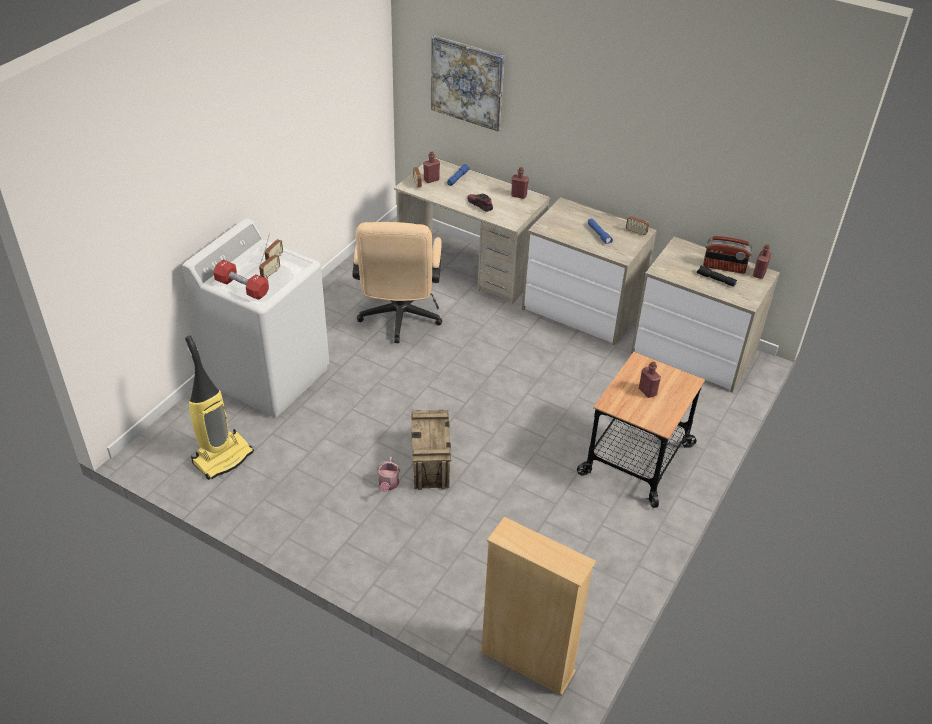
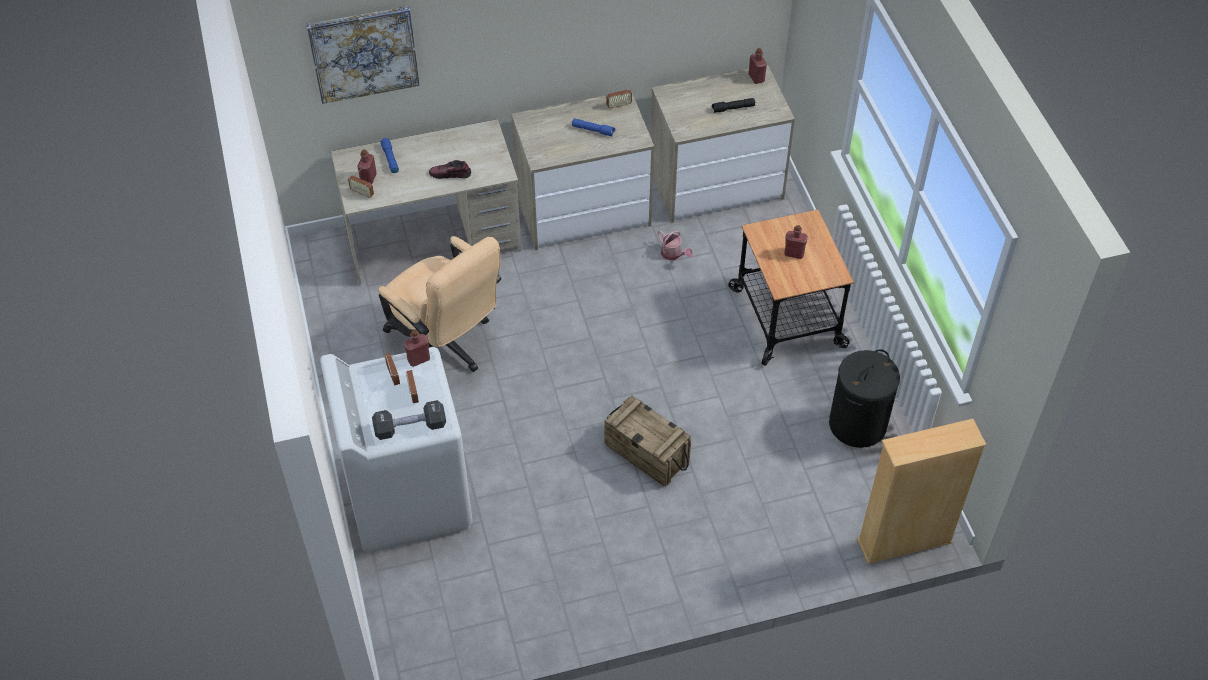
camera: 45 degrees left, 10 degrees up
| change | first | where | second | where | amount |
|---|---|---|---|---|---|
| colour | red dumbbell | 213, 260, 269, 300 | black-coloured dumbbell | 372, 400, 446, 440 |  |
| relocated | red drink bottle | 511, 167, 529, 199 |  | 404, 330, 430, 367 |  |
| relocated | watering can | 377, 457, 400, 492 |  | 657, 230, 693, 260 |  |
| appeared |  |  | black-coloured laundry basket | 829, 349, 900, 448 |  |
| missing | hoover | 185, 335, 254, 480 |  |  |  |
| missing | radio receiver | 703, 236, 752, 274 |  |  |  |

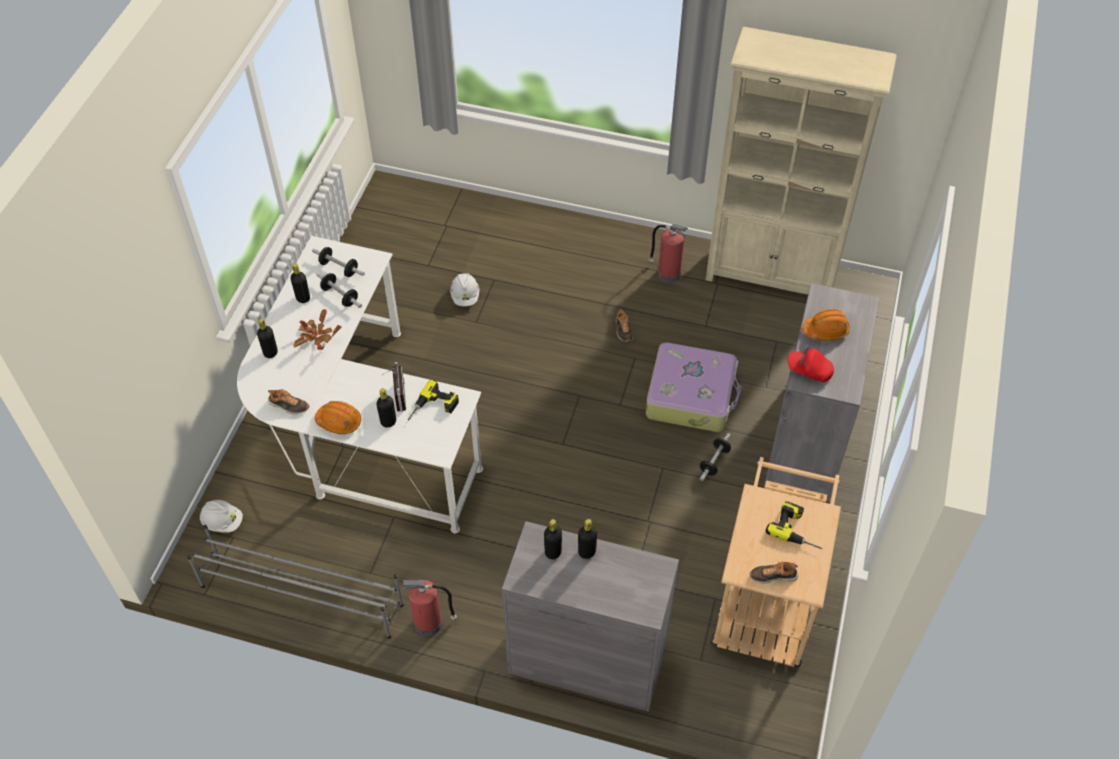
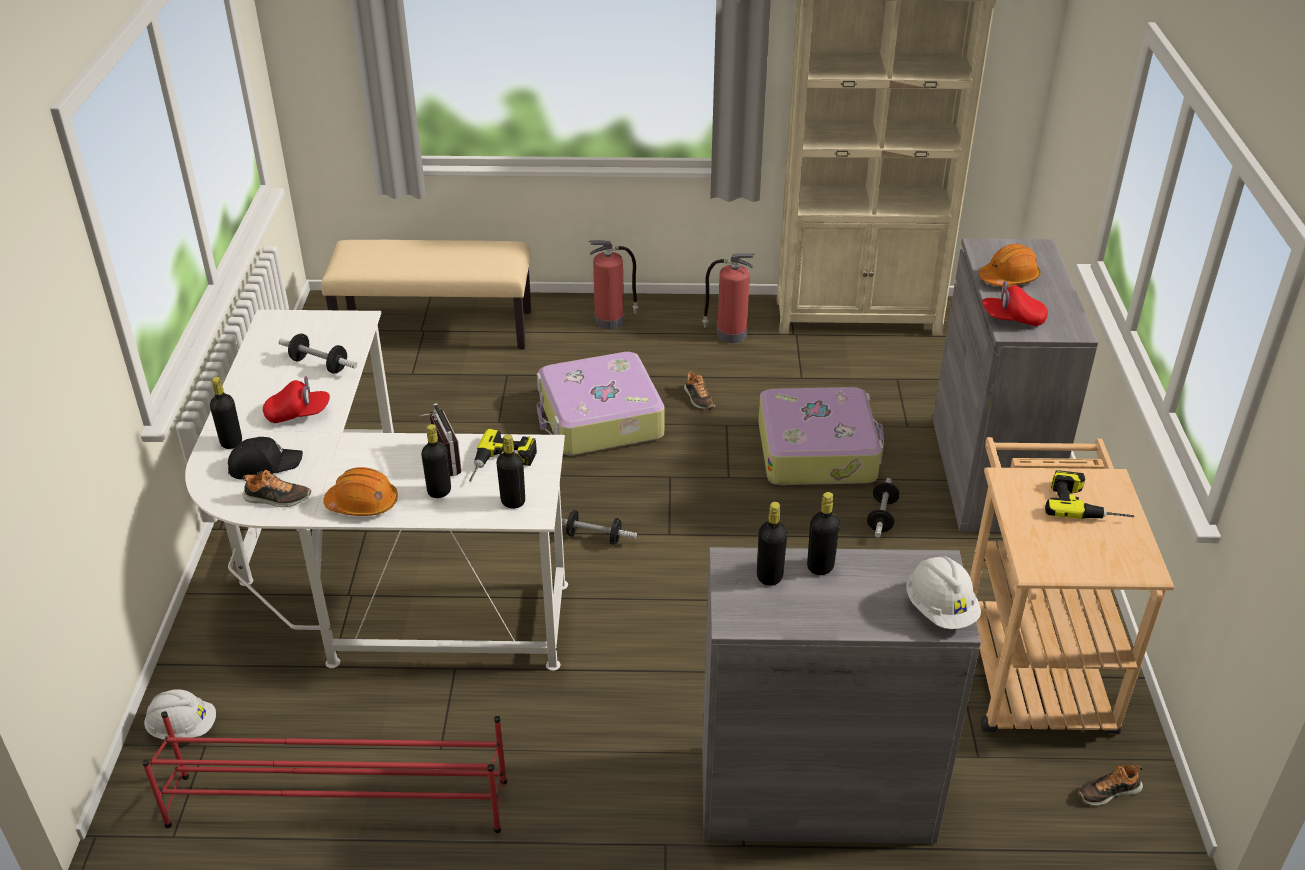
camera: 15 degrees left, 15 degrees down
| change | first | where | second | where | amount |
|---|---|---|---|---|---|
| colour | grey shoe stand | 187, 525, 404, 639 | red shoe stand | 142, 711, 507, 833 |  |
| appeared |  |  | black-coloured baseball cap | 228, 437, 303, 479 |  |
| exchanged | plant in a pot | 293, 309, 342, 350 | red baseball cap | 263, 376, 330, 423 |  |
| appeared |  |  | beige bench | 321, 240, 531, 350 |  |
| relocated | black-coloured drink bottle | 291, 263, 310, 303 |  | 497, 434, 525, 508 |  |
| appeared |  |  | suitcase | 537, 352, 665, 455 |  |
| relocated | dumbbell | 312, 247, 365, 277 |  | 562, 510, 637, 545 |  |
| relocated | extinguisher | 402, 580, 457, 636 |  | 589, 240, 639, 329 |  |
| relocated | whitish work helmet | 450, 273, 480, 306 |  | 906, 556, 981, 629 |  |
| relocated | item of footwear | 750, 562, 799, 584 |  | 1078, 765, 1143, 805 |  |

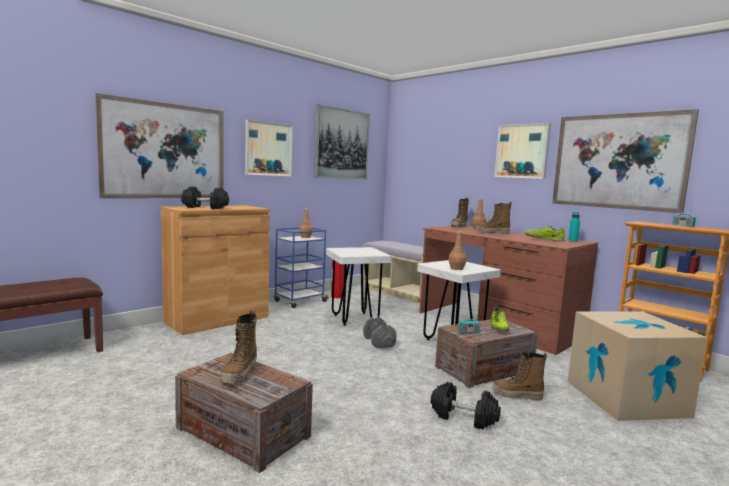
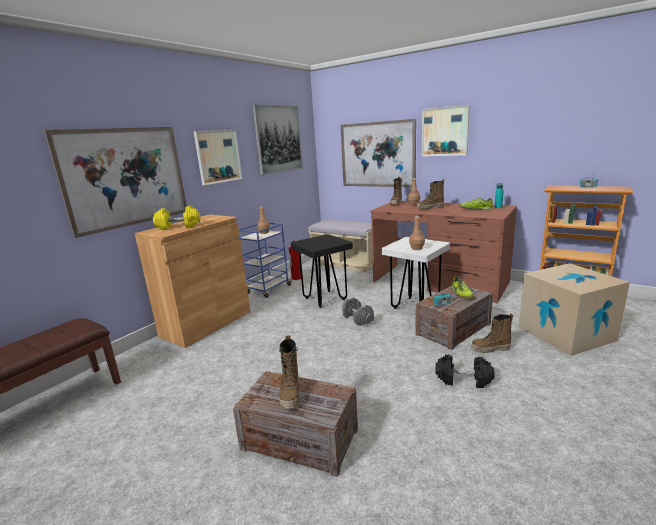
camera: 10 degrees left, 10 degrees up
| change | first | where | second | where | amount |
|---|---|---|---|---|---|
| colour | black-coloured dumbbell | 181, 186, 229, 209 | yellow-coloured dumbbell | 153, 206, 201, 230 |  |
| colour | whitish stool seat | 326, 247, 391, 326 | black-coloured stool seat | 291, 234, 353, 308 |  |
| relocated | wall picture | 552, 109, 699, 213 |  | 340, 119, 416, 187 |  |

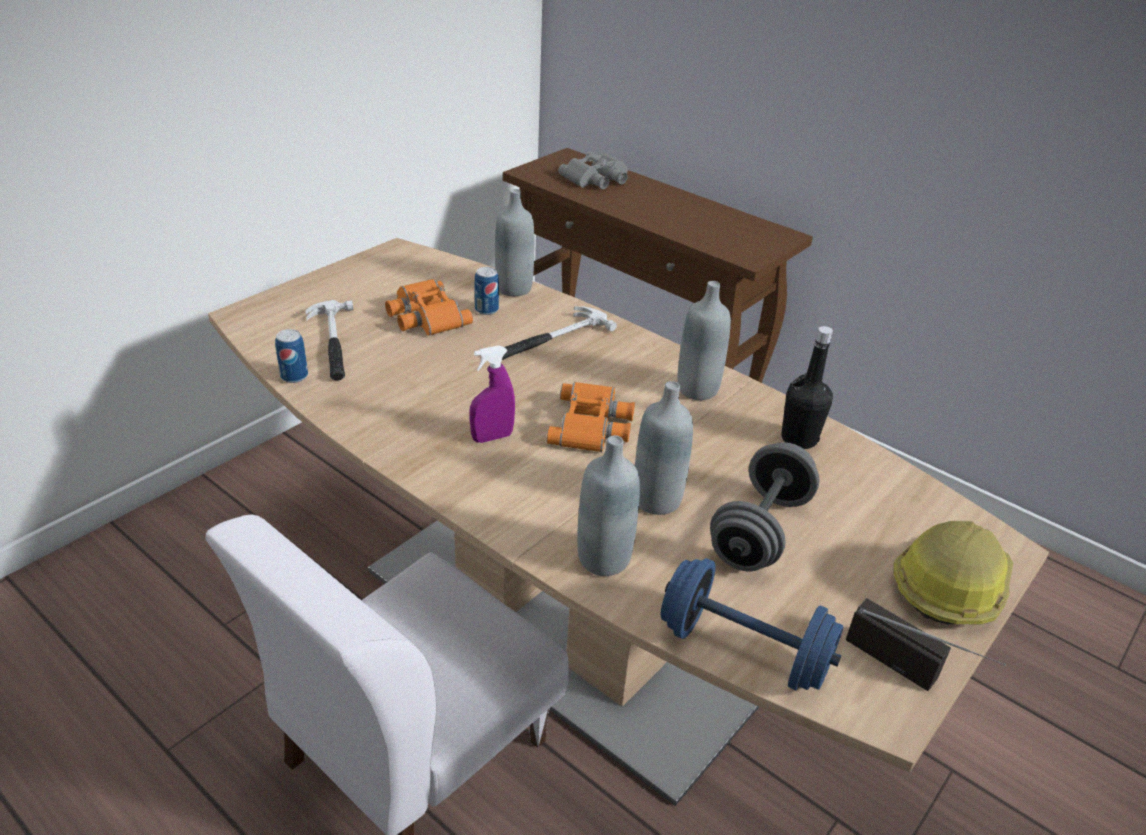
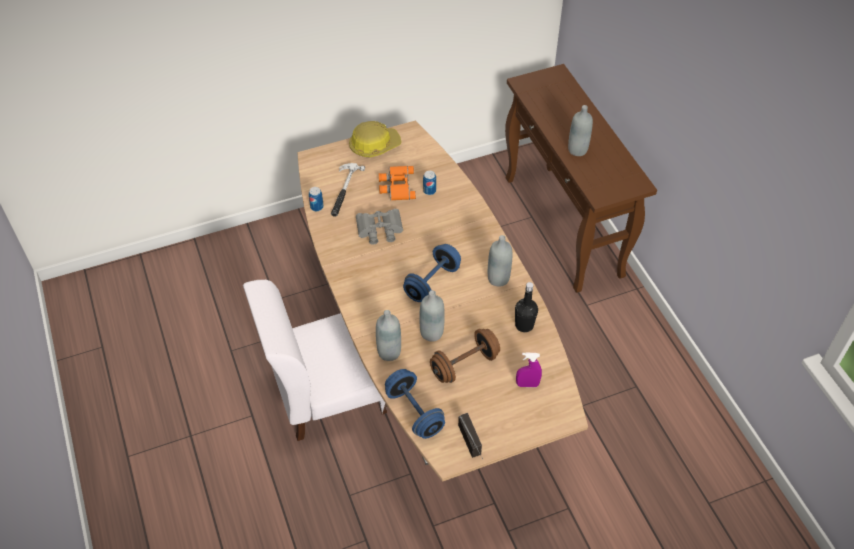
camera: 30 degrees right, 15 degrees up
| change | first | where | second | where | amount |
|---|---|---|---|---|---|
| relocated | work helmet | 893, 521, 1013, 624 |  | 349, 121, 402, 158 |  |
| relocated | grey field glasses | 558, 151, 628, 189 |  | 356, 209, 403, 245 |  |
| exchanged | orange-coloured field glasses | 546, 382, 635, 452 | blue dumbbell | 403, 244, 461, 302 |  |
| colour | grey dumbbell | 710, 442, 819, 571 | brown dumbbell | 430, 329, 500, 383 |  |
| relocated | purple hand sprayer | 469, 345, 515, 443 |  | 516, 353, 542, 387 |  |
| relocated | grey drink bottle | 495, 189, 534, 296 |  | 568, 105, 593, 156 |  |
| missing | hammer | 502, 306, 617, 360 |  |  |  |

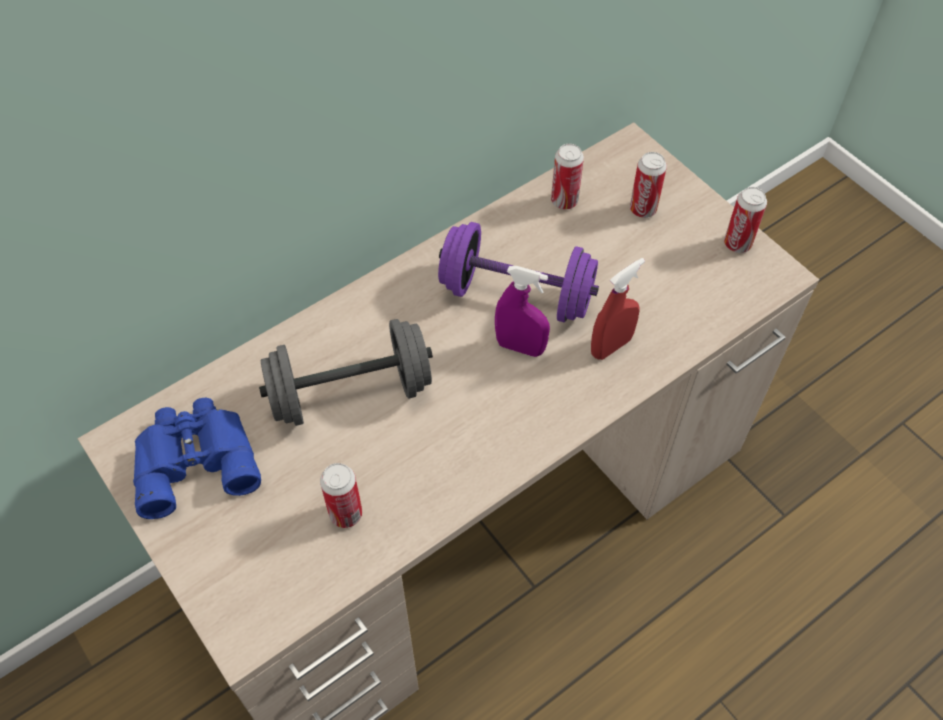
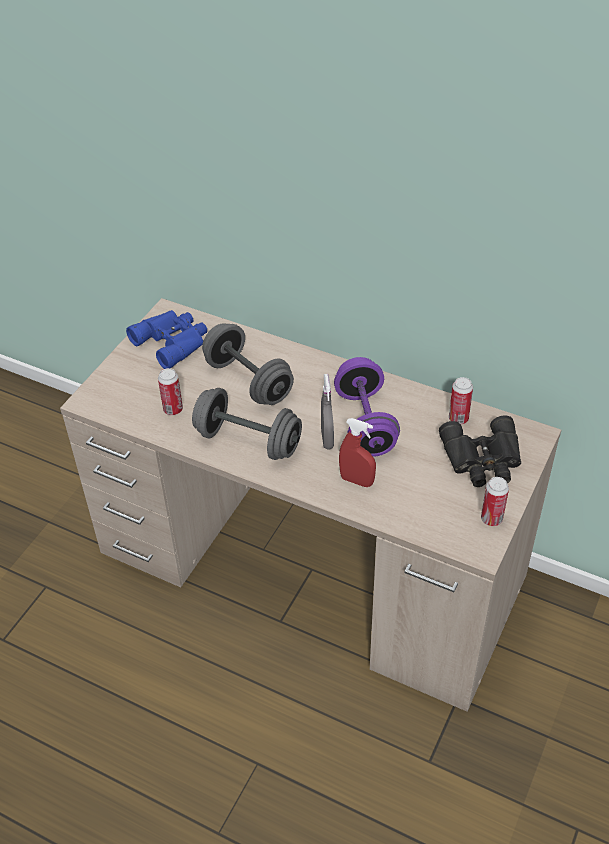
camera: 65 degrees right, 10 degrees down
| change | first | where | second | where | amount |
|---|---|---|---|---|---|
| appeared |  |  | grey dumbbell | 192, 388, 302, 460 |  |
| colour | purple hand sprayer | 495, 266, 550, 357 | grey hand sprayer | 321, 374, 334, 449 |  |
| exchanged | sealed can | 630, 152, 667, 218 | black-coloured field glasses | 439, 415, 521, 487 |  |

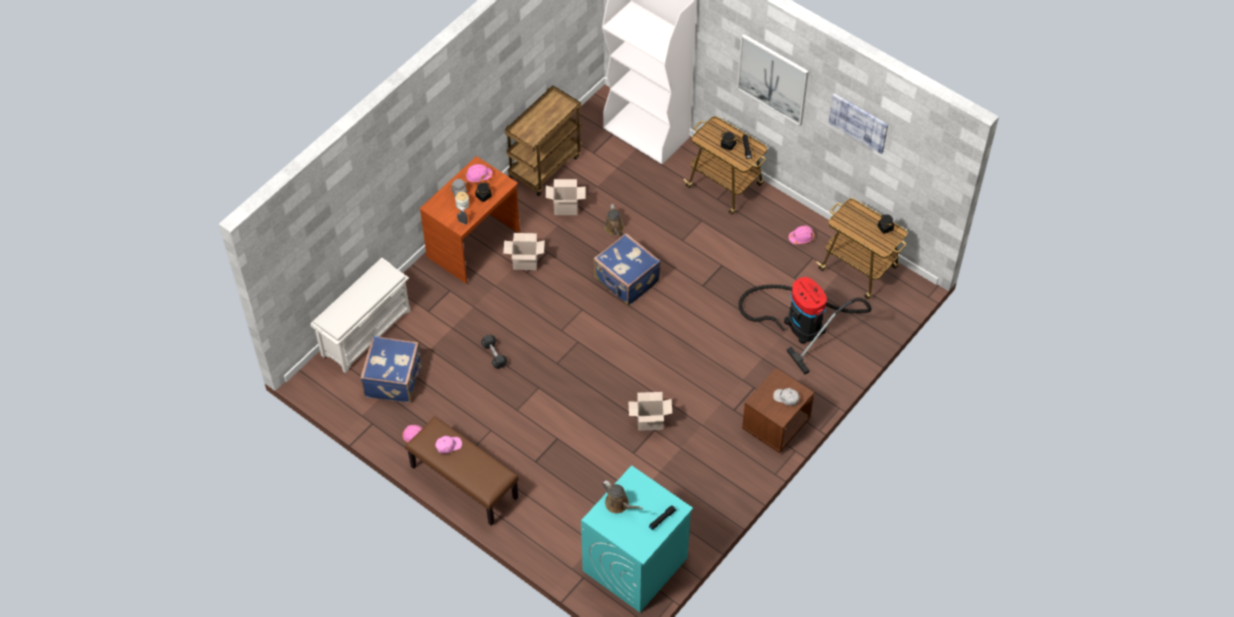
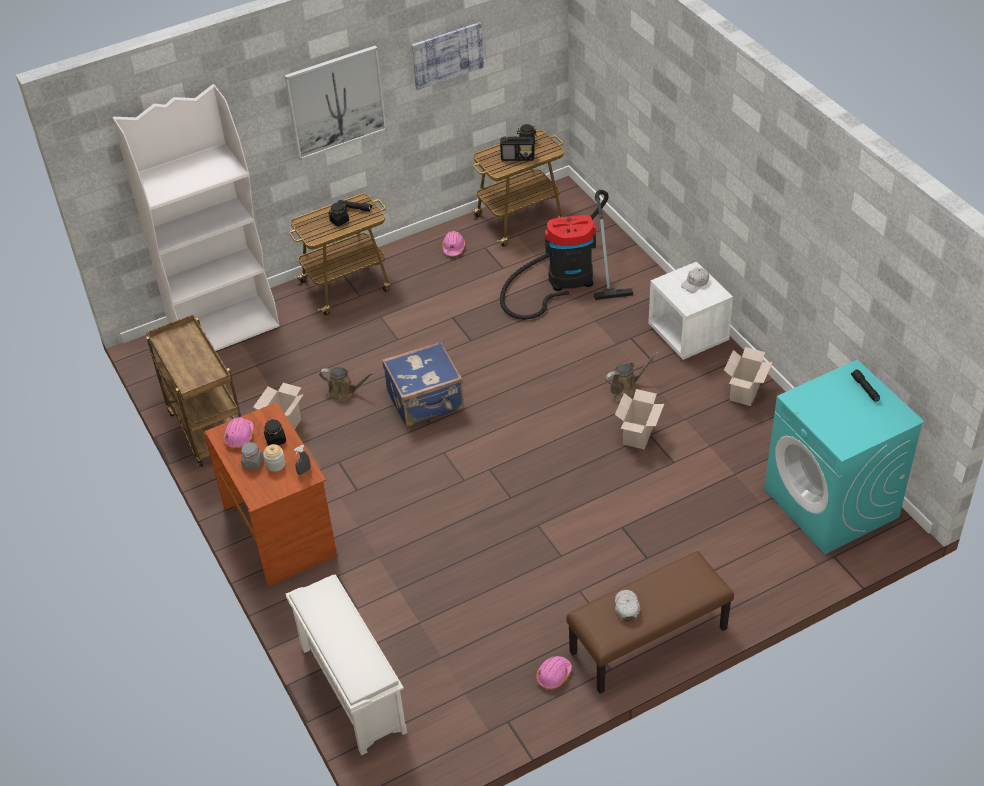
camera: 65 degrees left, 10 degrees down
| change | first | where | second | where | amount |
|---|---|---|---|---|---|
| appeared |  |  | radio receiver | 500, 136, 535, 161 |  |
| relocated | brown watering can | 602, 480, 643, 513 |  | 605, 352, 658, 397 |  |
| colour | pinkish baseball cap | 435, 436, 462, 454 | whitish baseball cap | 615, 590, 640, 621 |  |
| colour | brown bedside table | 742, 368, 814, 453 | whitish bedside table | 648, 261, 733, 360 |  |
| relocated | packing box | 503, 233, 545, 270 |  | 724, 347, 773, 406 |  |
| missing | blue suitcase | 360, 336, 423, 403 |  |  |  |
| missing | grey dumbbell | 480, 334, 508, 369 |  |  |  |

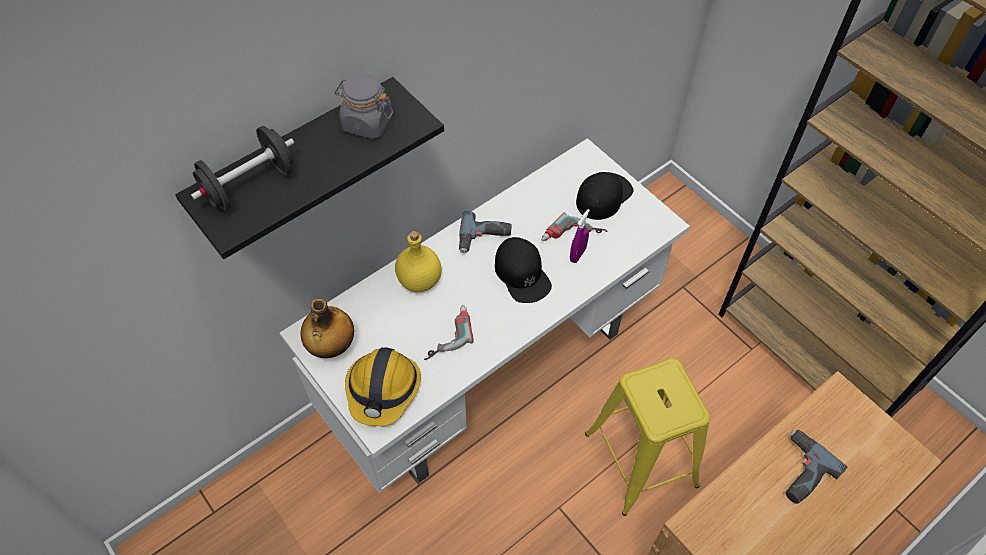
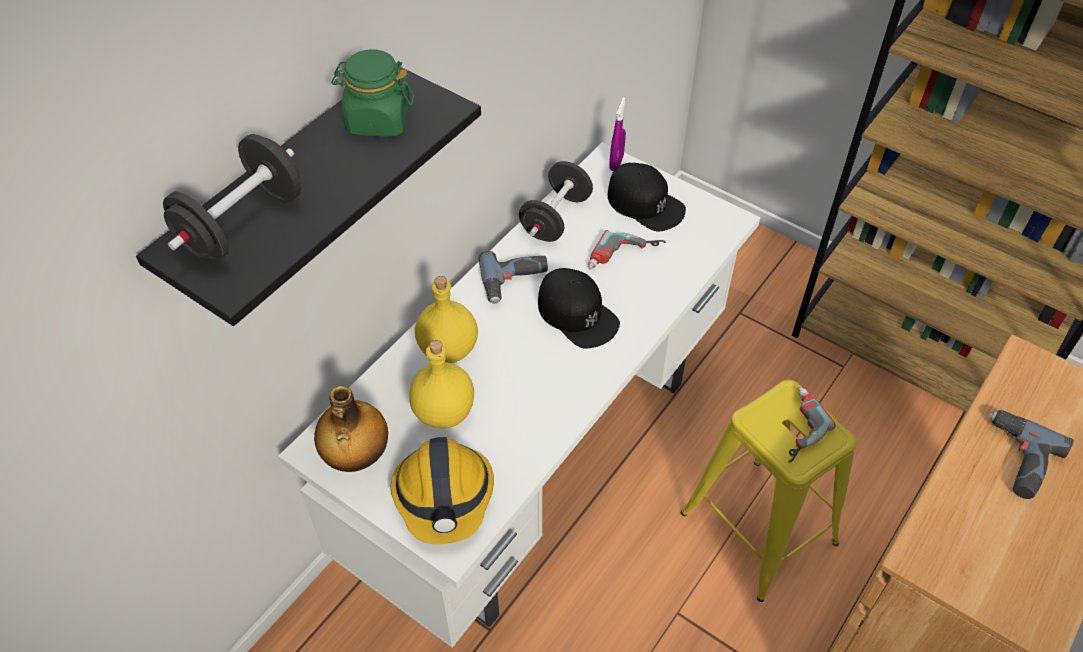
camera: 15 degrees left, 5 degrees down
| change | first | where | second | where | amount |
|---|---|---|---|---|---|
| colour | grey preserve jar | 335, 74, 393, 139 | green preserve jar | 331, 49, 414, 137 |  |
| appeared |  |  | yellow-coloured drink bottle | 410, 340, 474, 428 |  |
| appeared |  |  | black-coloured dumbbell | 519, 161, 593, 242 |  |
| spun | black-coloured baseball cap | 576, 172, 633, 220 |  | 608, 163, 686, 231 | 105 degrees clockwise |
| relocated | purple hand sprayer | 570, 209, 590, 263 |  | 609, 97, 626, 171 |  |
| relocated | electric drill | 424, 305, 474, 360 |  | 788, 387, 835, 463 |  |

